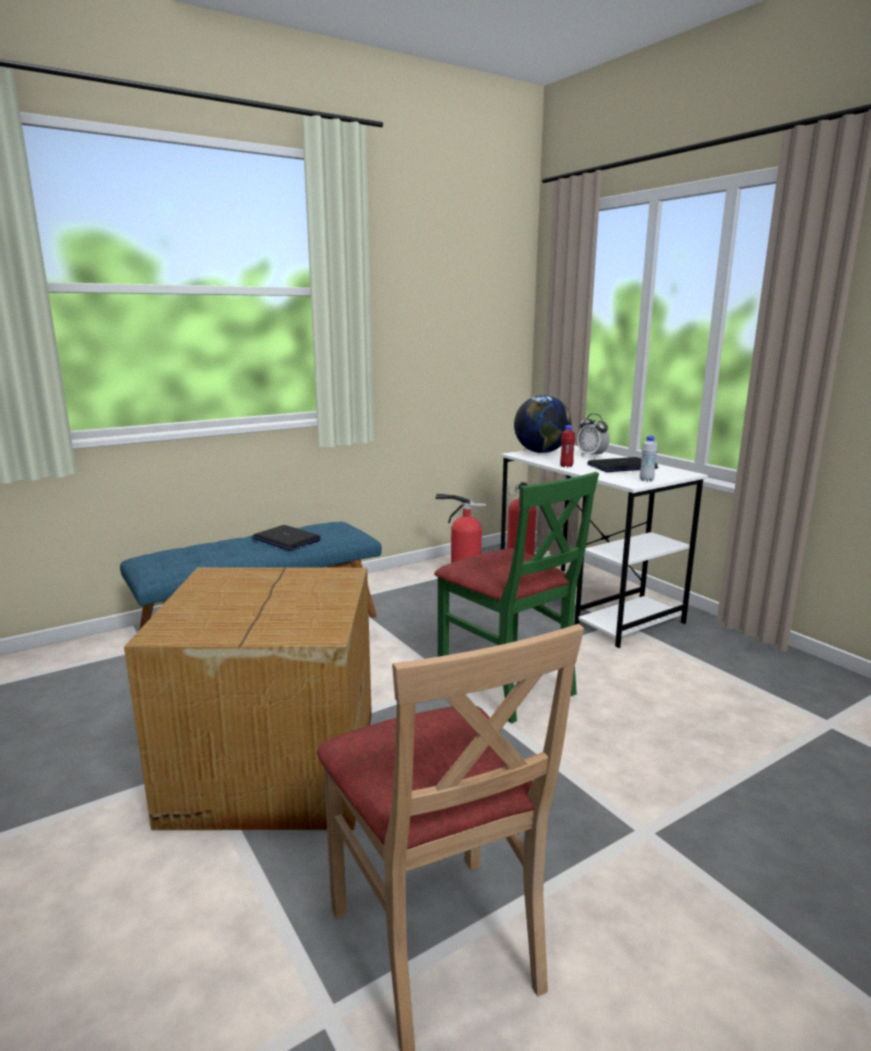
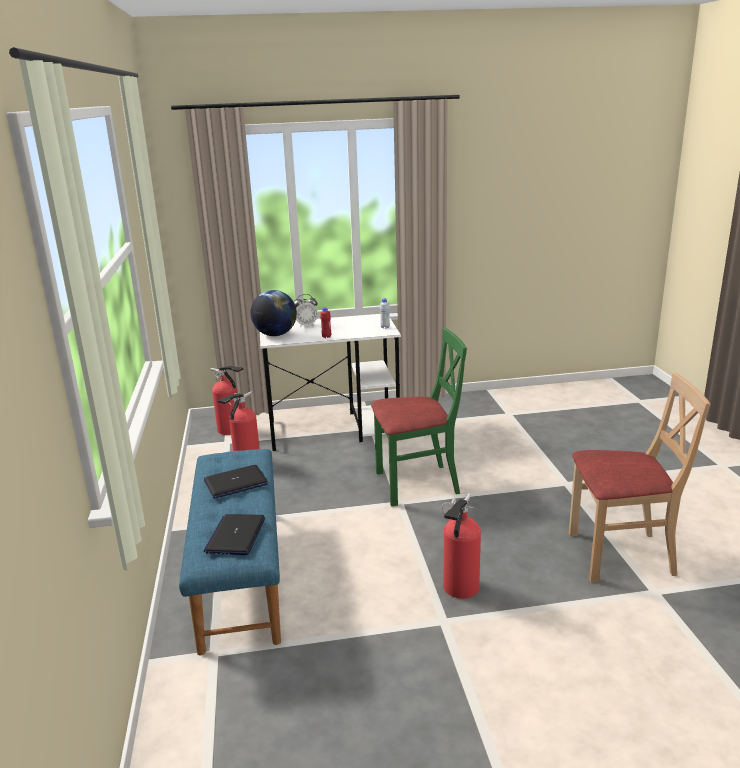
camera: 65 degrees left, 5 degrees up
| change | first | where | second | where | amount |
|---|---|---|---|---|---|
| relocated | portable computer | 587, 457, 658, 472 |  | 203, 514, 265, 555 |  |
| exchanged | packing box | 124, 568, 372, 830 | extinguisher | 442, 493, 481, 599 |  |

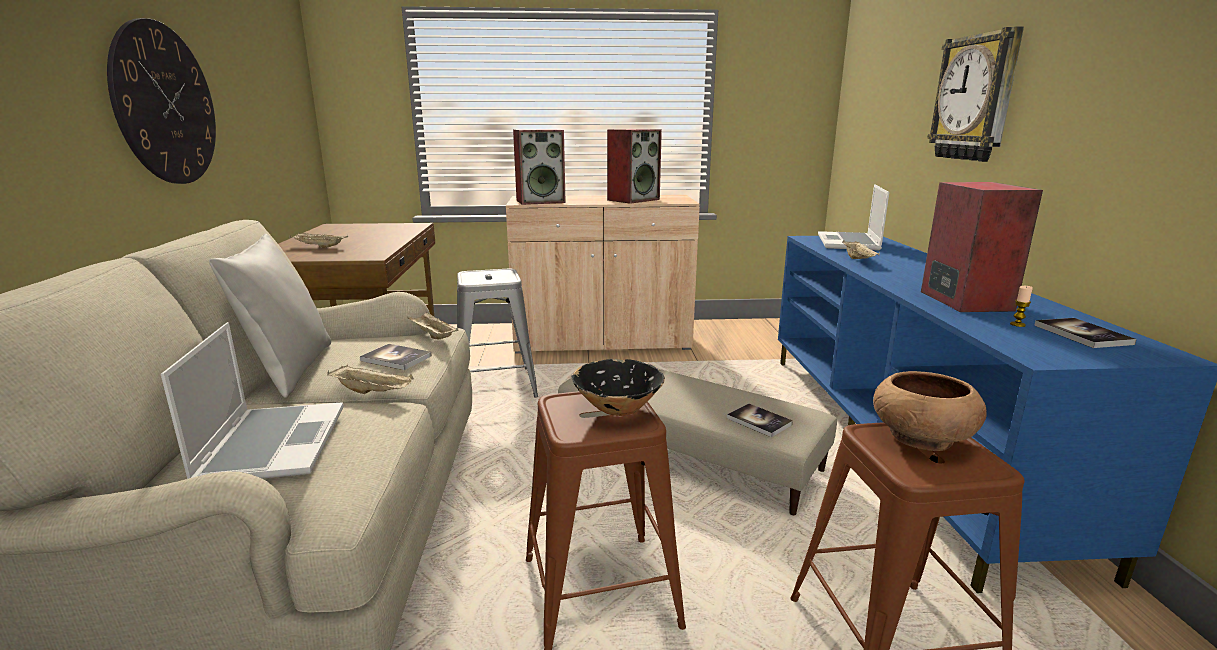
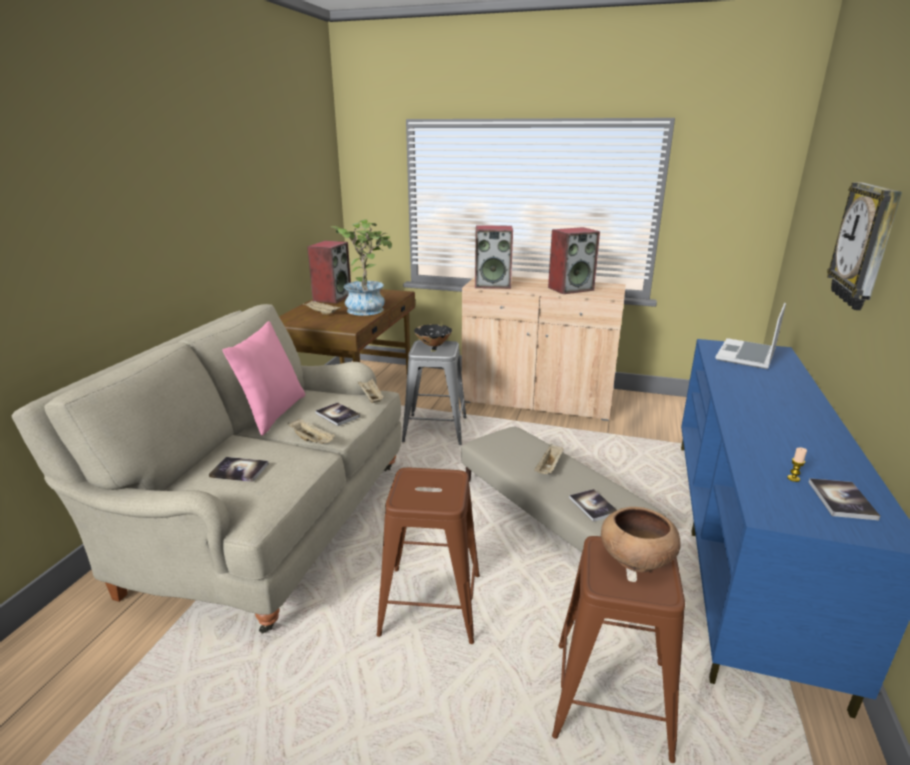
camera: 20 degrees right, 5 degrees up
| change | first | where | second | where | amount |
|---|---|---|---|---|---|
| exchanged | portable computer | 161, 322, 344, 479 | bound book | 209, 457, 269, 482 |  |
| colour | grey cushion | 209, 234, 331, 398 | pinkish cushion | 222, 321, 305, 436 |  |
| relocated | audio speaker | 921, 182, 1043, 312 |  | 307, 241, 351, 303 |  |
| appeared |  |  | plant in a pot | 331, 219, 392, 316 |  |
| relocated | black-coloured serving bowl | 572, 359, 665, 416 |  | 414, 324, 452, 346 |  |
| relocated | beige tray | 842, 240, 879, 259 |  | 534, 444, 564, 474 |  |
| missing | clock on the wall | 107, 18, 216, 184 |  |  |  |

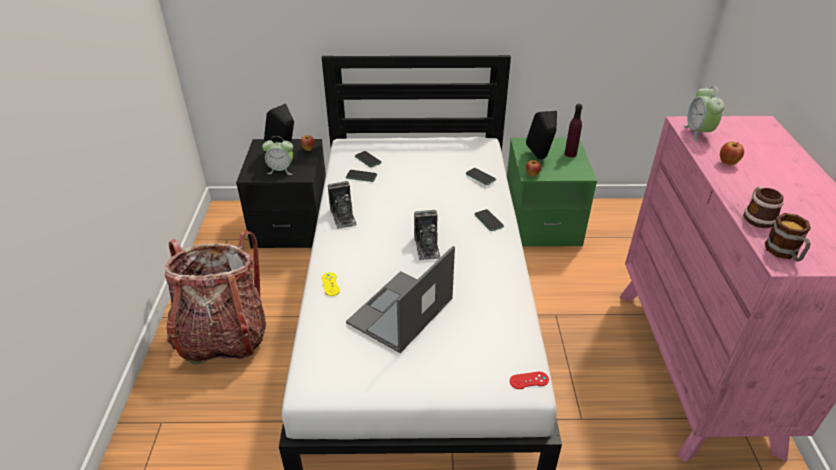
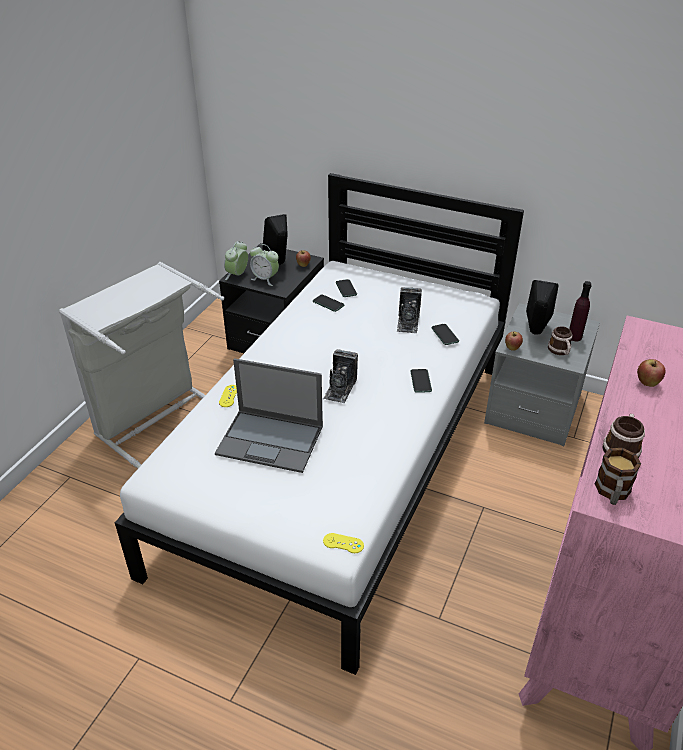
camera: 25 degrees right, 0 degrees up
| change | first | where | second | where | amount |
|---|---|---|---|---|---|
| exchanged | backpack | 164, 230, 266, 365 | grey laundry basket | 59, 262, 224, 469 |  |
| spun | portable computer | 346, 246, 455, 353 |  | 215, 358, 323, 473 | 135 degrees counterclockwise |
| relocated | alarm clock | 683, 86, 724, 142 |  | 224, 241, 248, 280 |  |
| colour | red gamepad | 510, 372, 549, 389 | yellow-coloured gamepad | 323, 533, 364, 553 |  |
| relocated | still camera | 328, 181, 357, 229 |  | 397, 287, 422, 333 |  |
| colour | green bedside table | 507, 138, 597, 246 | grey bedside table | 484, 303, 600, 446 |  |
| appeared |  |  | mug | 548, 326, 572, 355 |  |

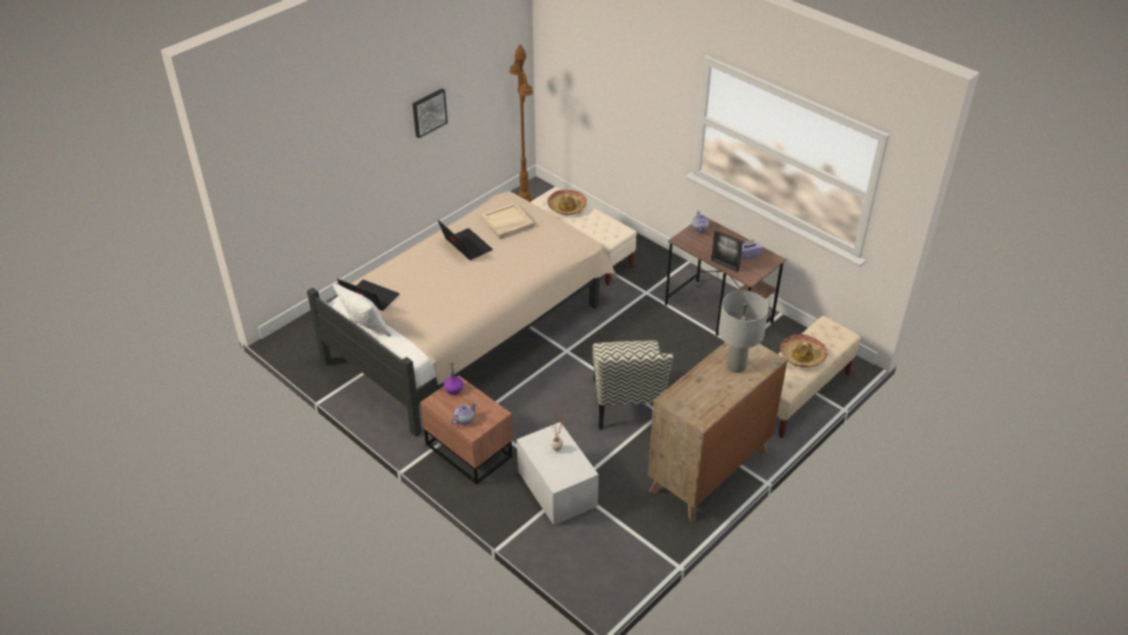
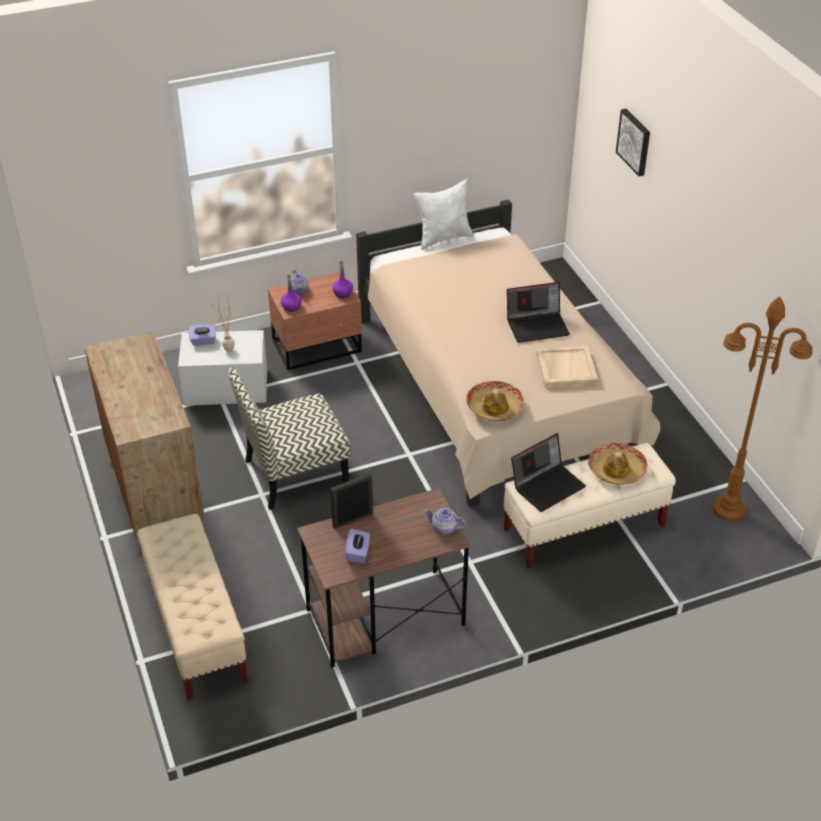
camera: 115 degrees right, 0 degrees up
| change | first | where | second | where | amount |
|---|---|---|---|---|---|
| appeared |  |  | purple tissue box | 189, 324, 216, 346 |  |
| spun | upright chair | 593, 340, 674, 430 |  | 229, 368, 351, 510 | 45 degrees counterclockwise |
| appeared |  |  | purple drink bottle | 280, 274, 302, 312 |  |
| relocated | hat | 780, 334, 827, 367 |  | 466, 381, 524, 421 |  |
| relocated | portable computer | 337, 279, 400, 311 |  | 511, 433, 586, 512 |  |
| relocated | wall picture | 412, 89, 448, 138 |  | 616, 109, 650, 176 |  |
| missing | grey tabletop lamp | 719, 291, 769, 373 |  |  |  |

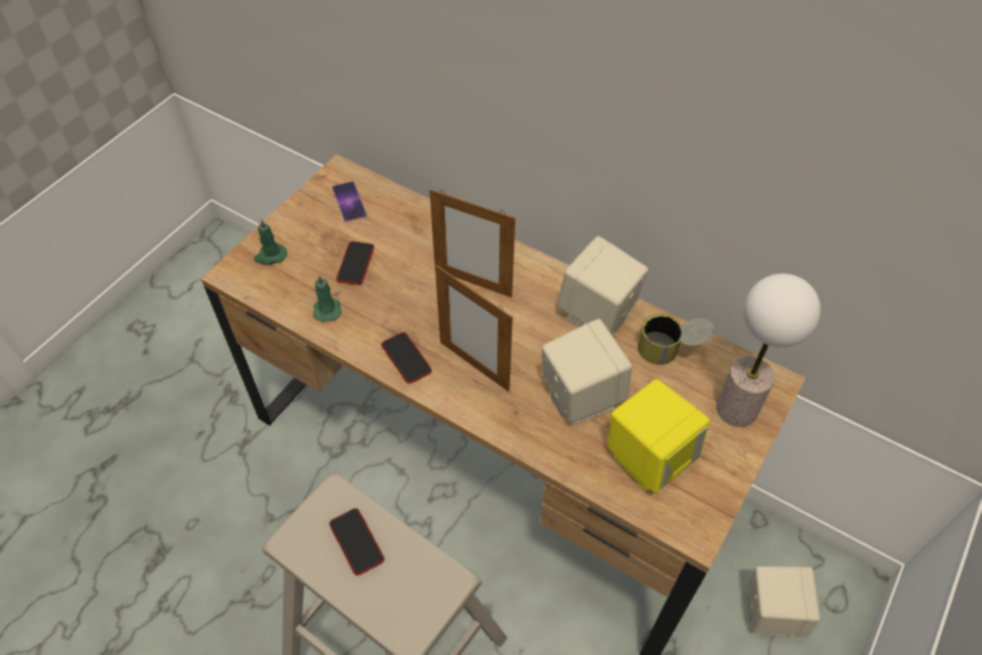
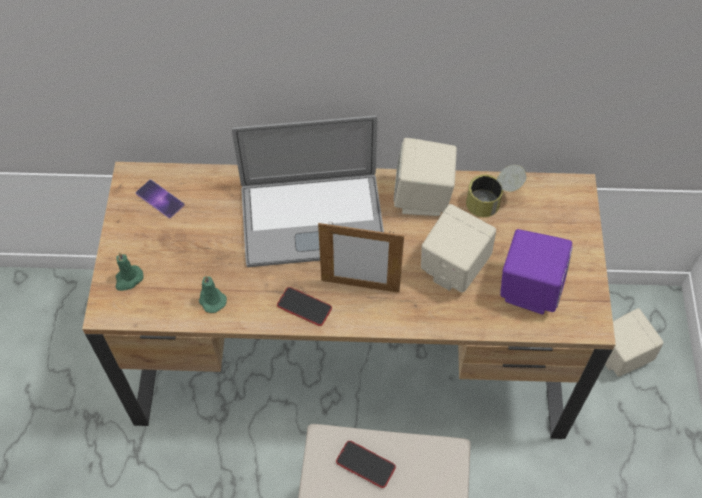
camera: 30 degrees left, 5 degrees up
| change | first | where | second | where | amount |
|---|---|---|---|---|---|
| exchanged | photo frame | 429, 189, 515, 298 | portable computer | 232, 115, 384, 267 |  |
| colour | yellow-coloured audio speaker | 608, 379, 710, 493 | purple audio speaker | 500, 229, 573, 315 |  |
| missing | handset | 336, 241, 374, 285 |  |  |  |
| missing | tabletop lamp | 716, 274, 821, 427 |  |  |  |

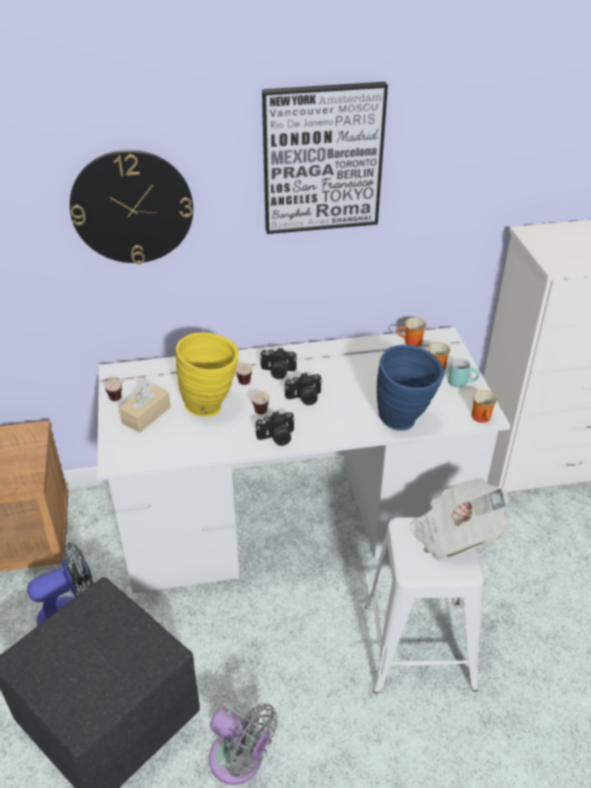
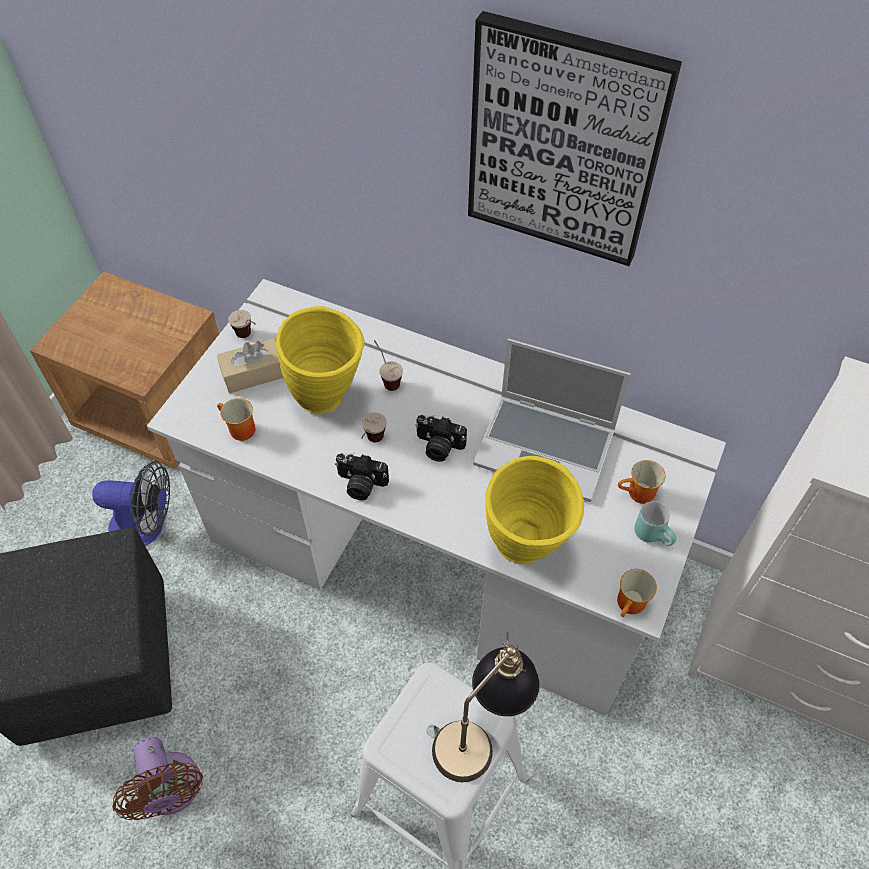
camera: 35 degrees right, 15 degrees up
| change | first | where | second | where | amount |
|---|---|---|---|---|---|
| colour | grey fan | 209, 703, 278, 785 | brown fan | 112, 737, 203, 820 |  |
| relocated | mug | 396, 318, 426, 347 |  | 217, 398, 255, 441 |  |
| exchanged | printed paper | 409, 478, 510, 560 | tabletop lamp | 432, 632, 539, 782 |  |
| appeared |  |  | portable computer | 473, 339, 630, 502 |  |
| colour | blue decorative vase | 377, 345, 445, 431 | yellow-coloured decorative vase | 485, 456, 584, 564 |  |
| missing | clock on the wall | 70, 150, 193, 264 |  |  |  |
| missing | still camera | 260, 348, 297, 379 |  |  |  |

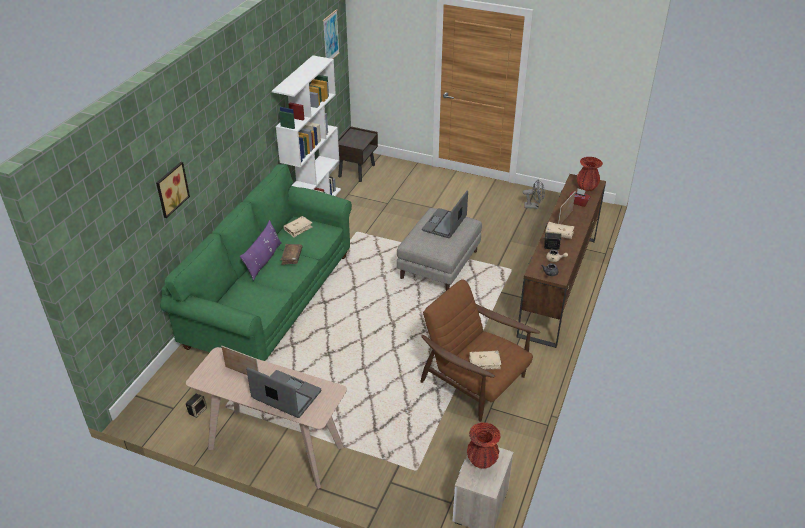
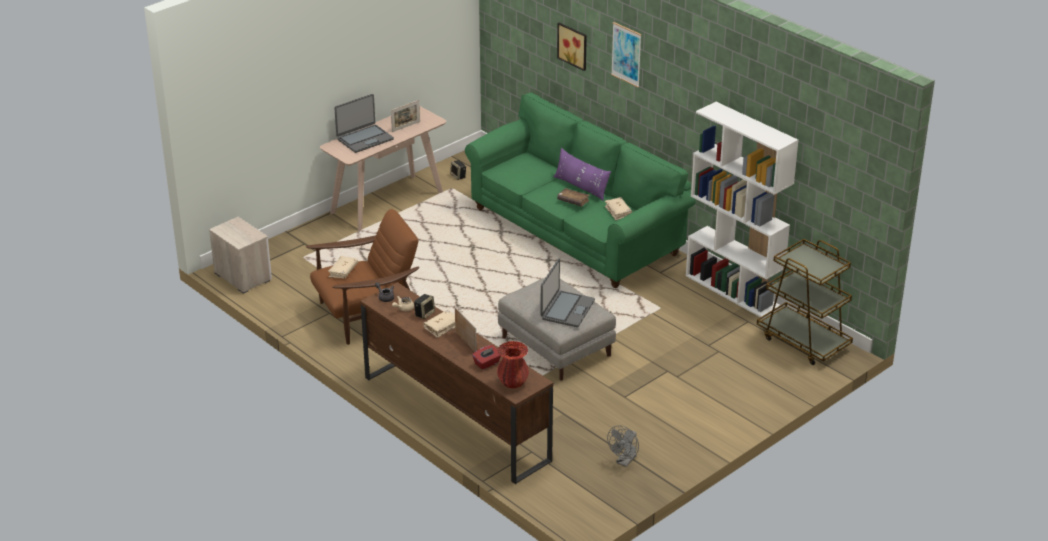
camera: 115 degrees right, 5 degrees down
| change | first | where | second | where | amount |
|---|---|---|---|---|---|
| spun | portable computer | 422, 190, 468, 238 |  | 540, 259, 595, 327 | 60 degrees clockwise |
| relocated | wall picture | 323, 9, 340, 59 |  | 611, 22, 642, 88 |  |
| exchanged | brown bedside table | 338, 126, 378, 182 | brown trolley | 757, 239, 853, 365 |  |
| missing | red decorative vase | 467, 422, 501, 469 |  |  |  |

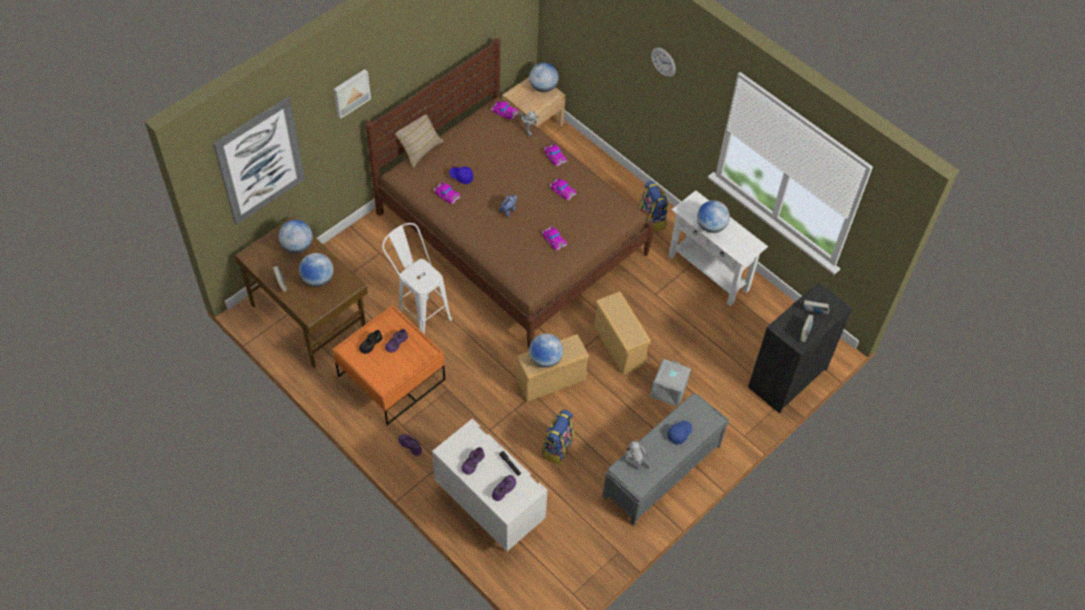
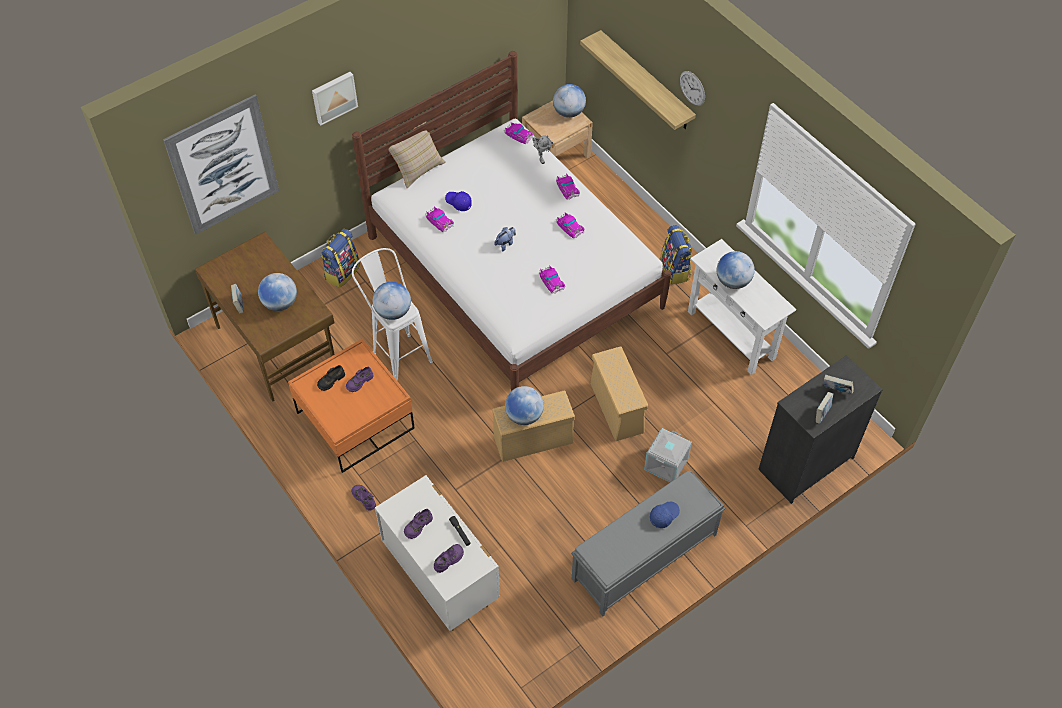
camera: 10 degrees right, 0 degrees up
| change | first | where | second | where | amount |
|---|---|---|---|---|---|
| relocated | backpack | 542, 410, 574, 465 |  | 321, 229, 360, 288 |  |
| colour | brown bed | 366, 38, 654, 348 | whitish bed | 352, 51, 671, 391 |  |
| relocated | desk globe | 279, 220, 313, 253 |  | 373, 282, 411, 320 |  |
| appeared |  |  | wall shelf | 580, 30, 696, 130 |  |
| missing | robot figure | 626, 440, 649, 469 |  |  |  |

